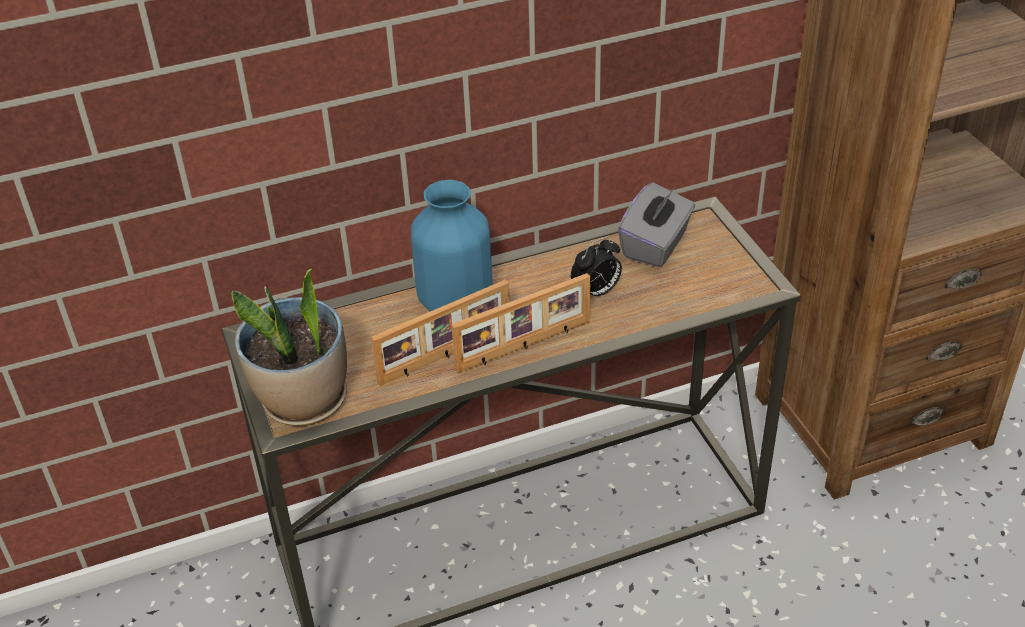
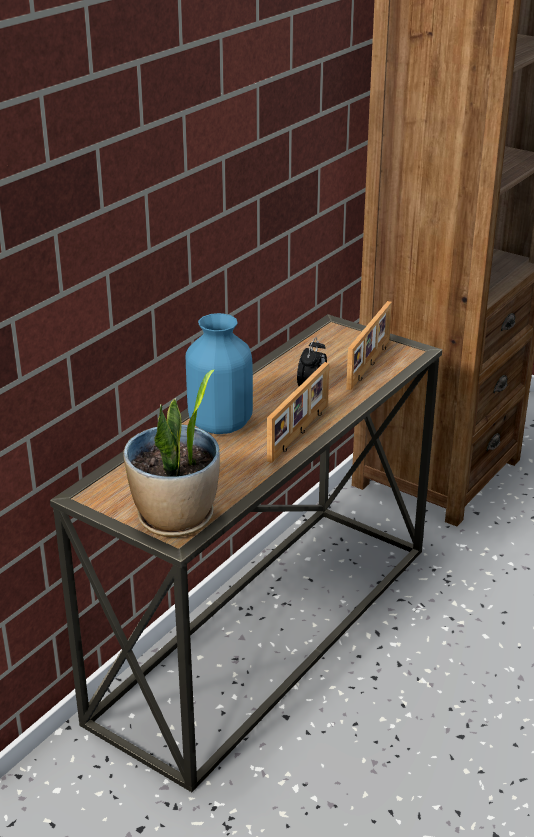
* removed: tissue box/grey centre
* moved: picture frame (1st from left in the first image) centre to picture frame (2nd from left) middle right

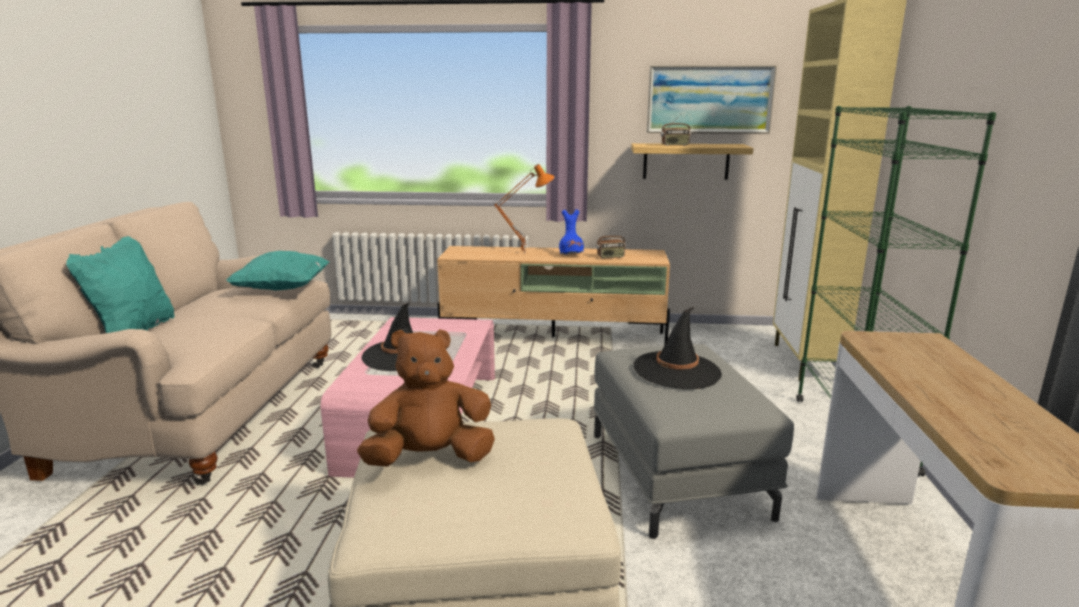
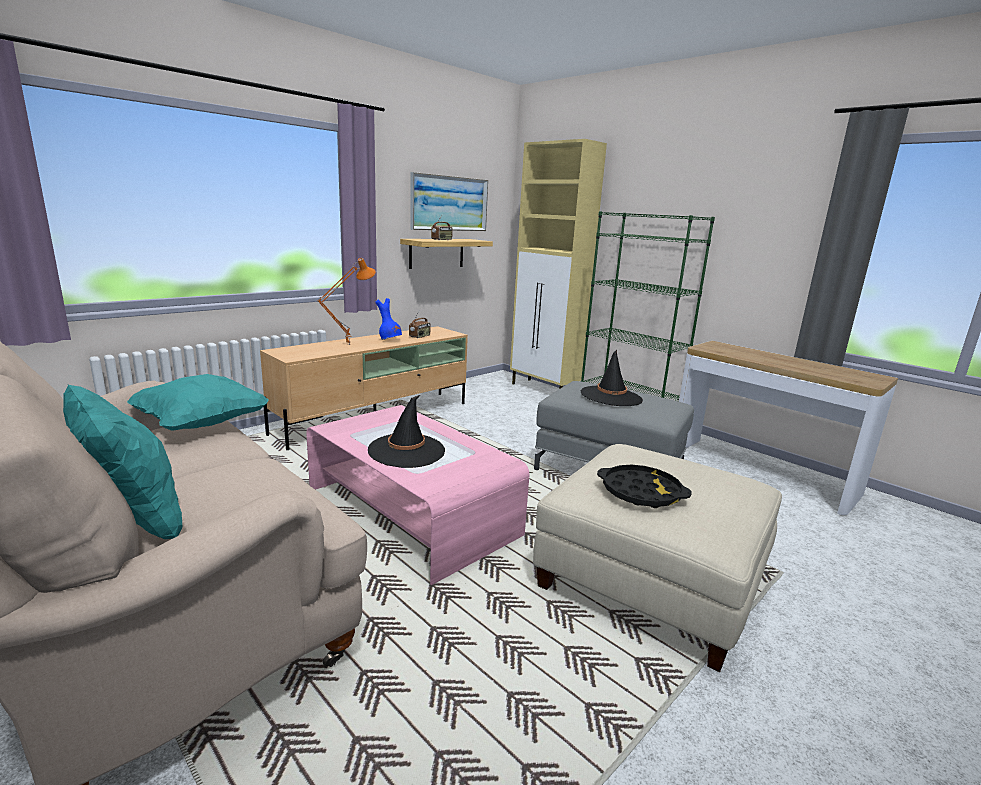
* replaced: plush toy/brown centre to tray/black centre

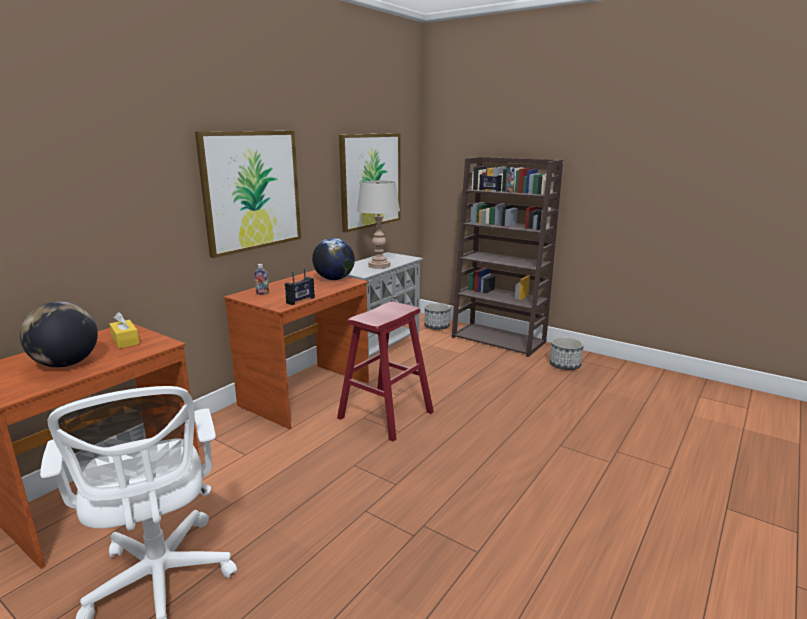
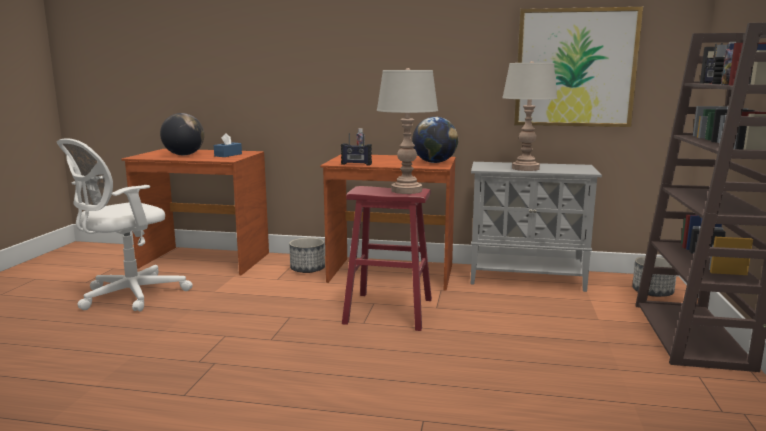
* removed: picture (1st from left) top left
* recoloured: tissue box/yellow middle left to tissue box/blue middle left
* moved: planter (2nd from left in the first image) middle right to planter (1st from left) centre
* added: table lamp/grey (1st from left) top centre

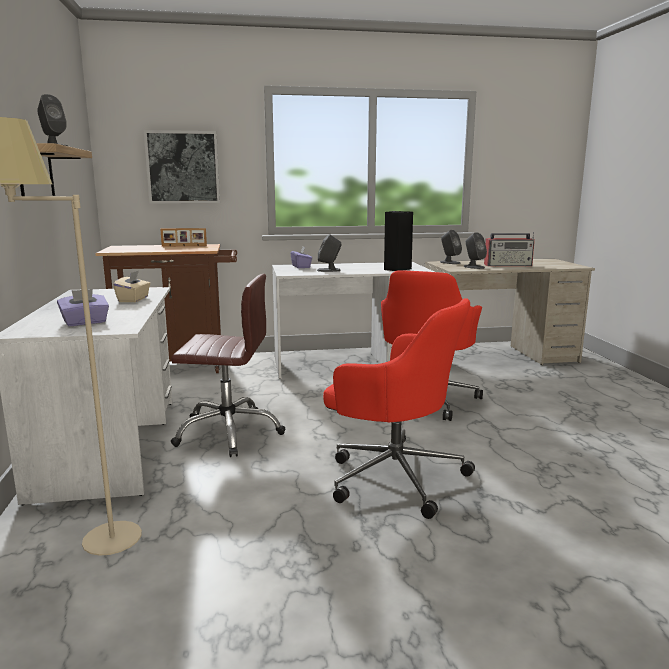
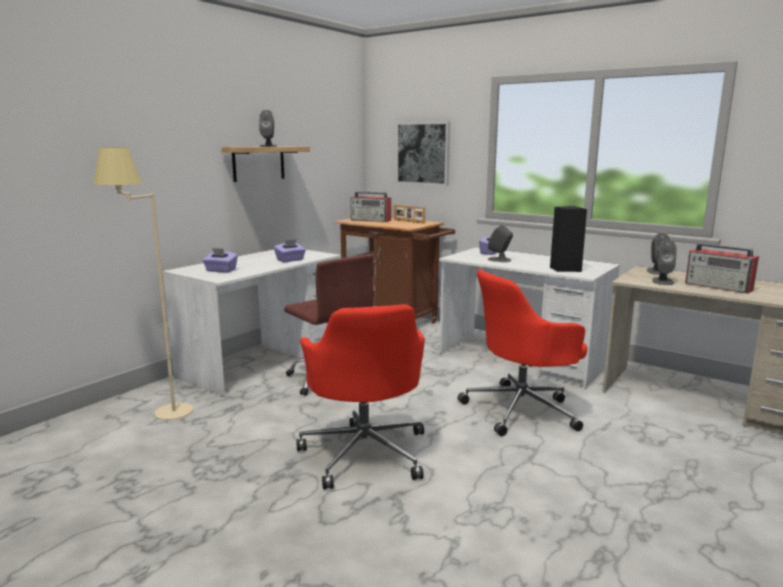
* recoloured: tissue box/beige middle left to tissue box/purple (2nd from left) centre
* added: radio (1st from left) centre

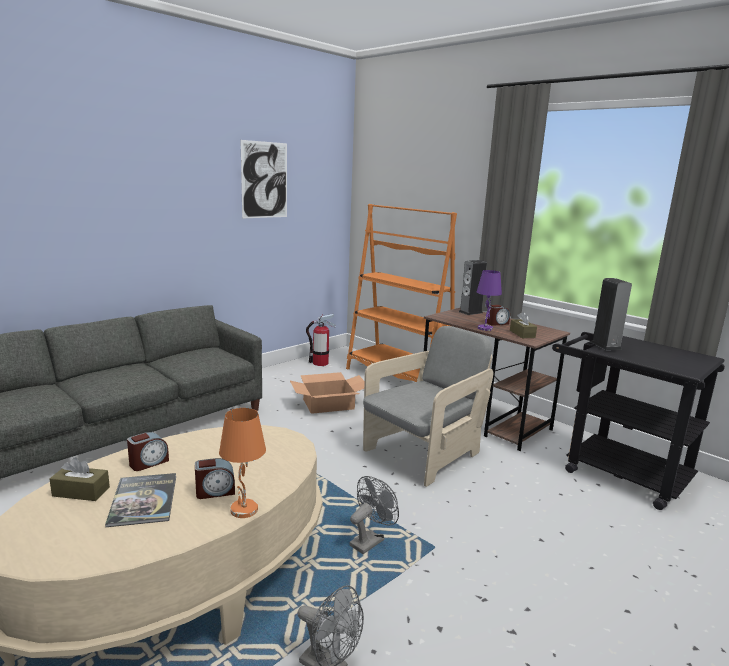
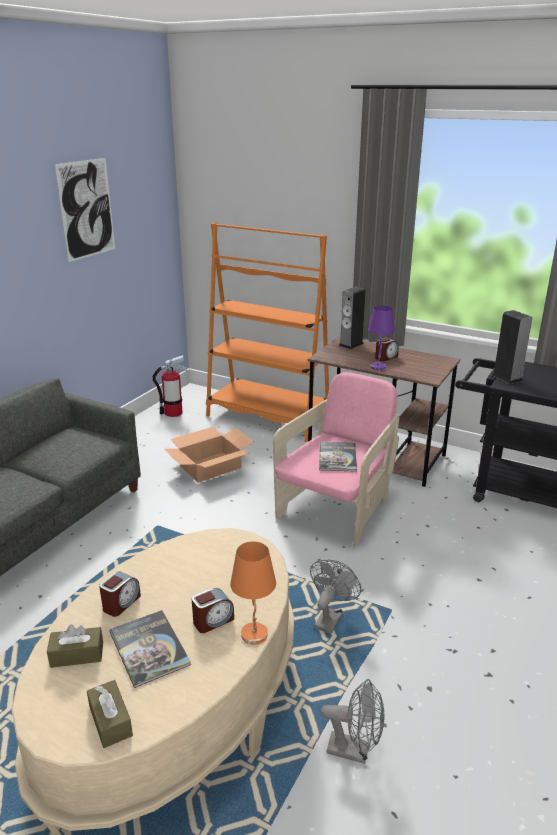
* moved: tissue box/brown (2nd from left) middle right to bottom left
* recoloured: armchair/grey centre to armchair/pink centre
* added: book (2nd from left) centre

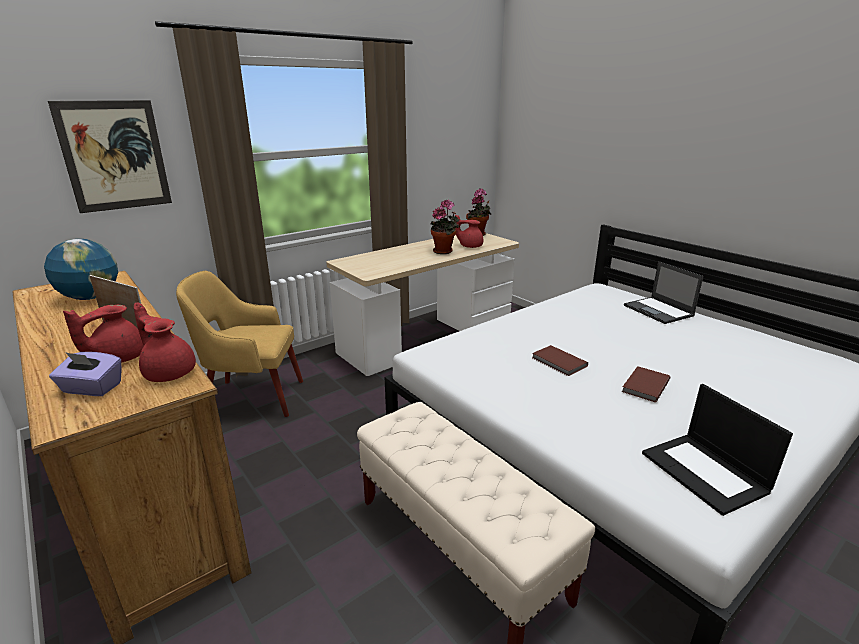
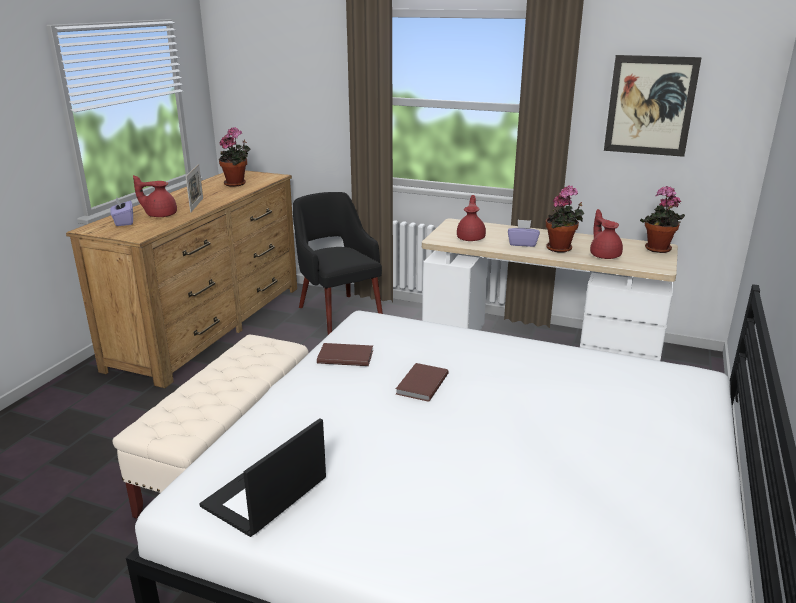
* moved: picture top left to top right
* replaced: globe middle left to potted plant (1st from left) top left
* removed: laptop (1st from left) middle right
* recoloured: armchair/yellow middle left to armchair/black centre
* moved: teapot/red (2nd from left) middle left to centre
* moved: book/brown (2nd from left in the first image) middle right to book/brown (1st from left) centre
* added: tissue box/purple (2nd from left) centre

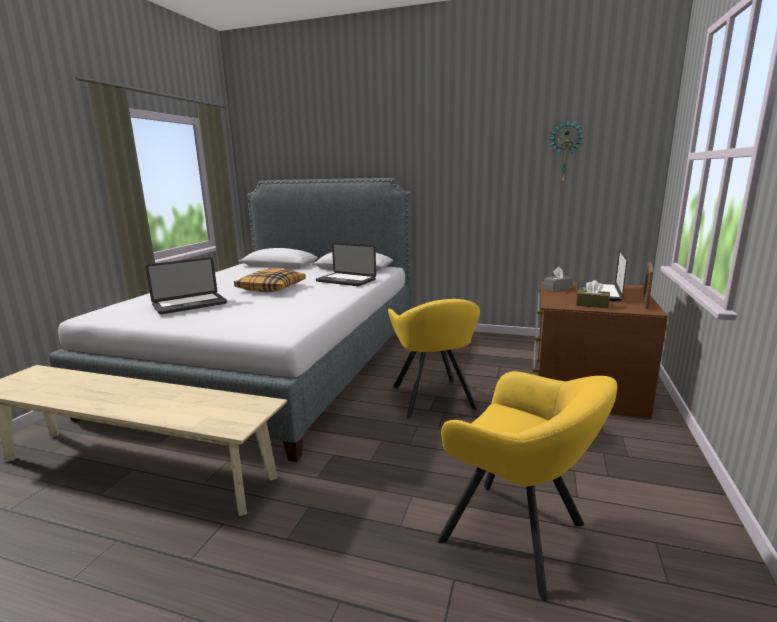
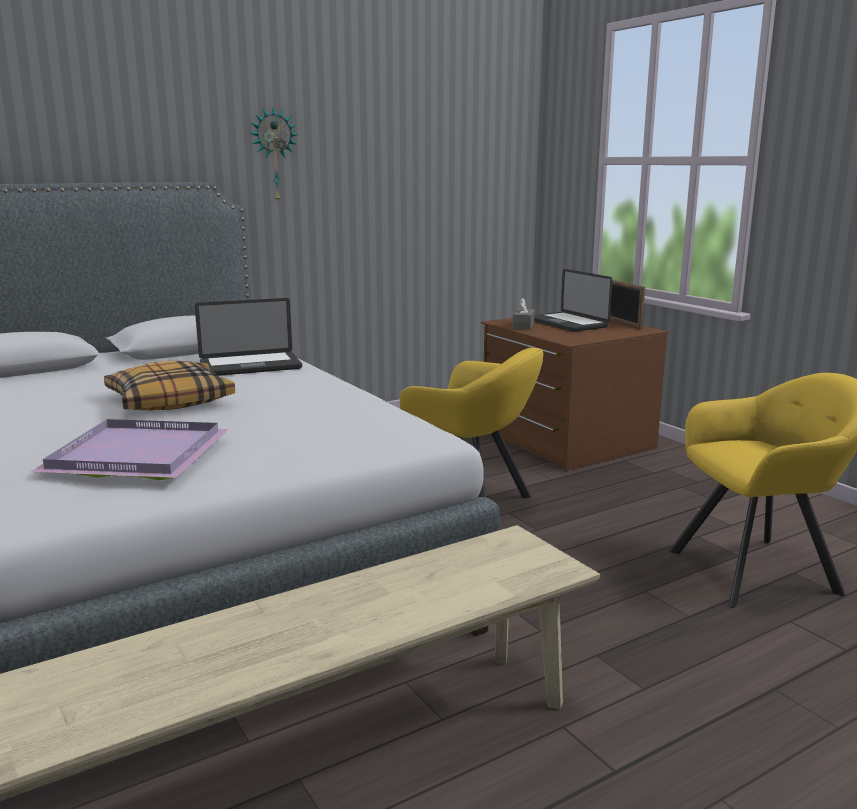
* moved: wall clock top right to top left
* replaced: laptop (1st from left) middle left to tray/purple middle left
* removed: tissue box/brown middle right

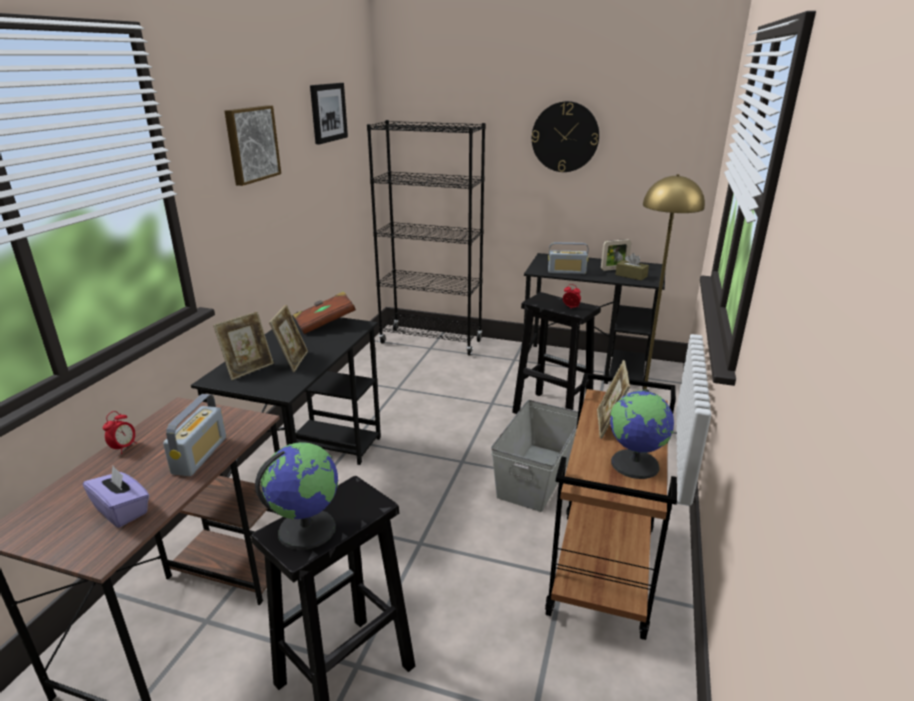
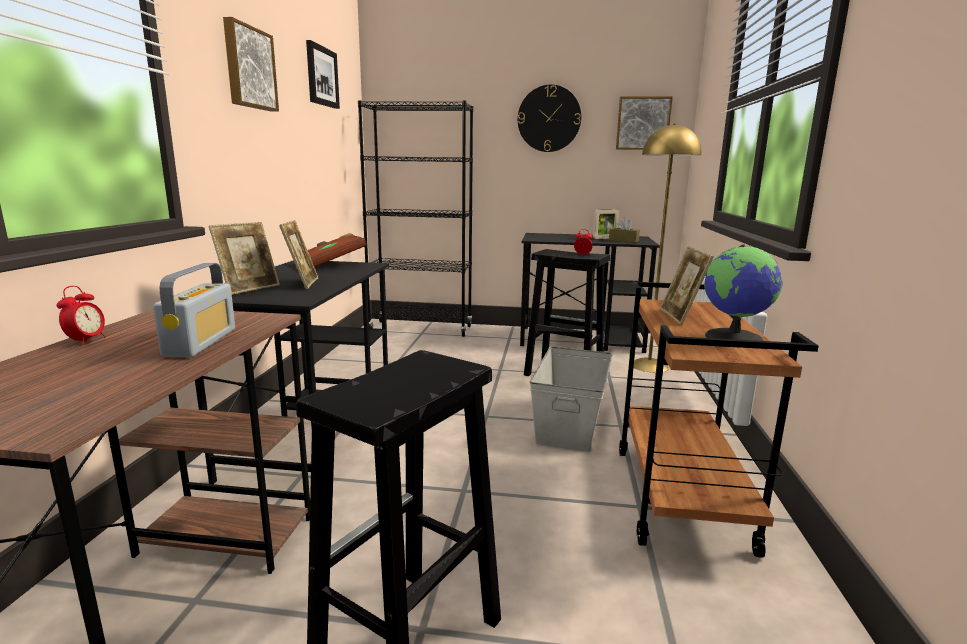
* removed: radio (2nd from left) centre
* removed: globe (1st from left) bottom left
* removed: tissue box/purple bottom left
* added: picture (3rd from left) top centre

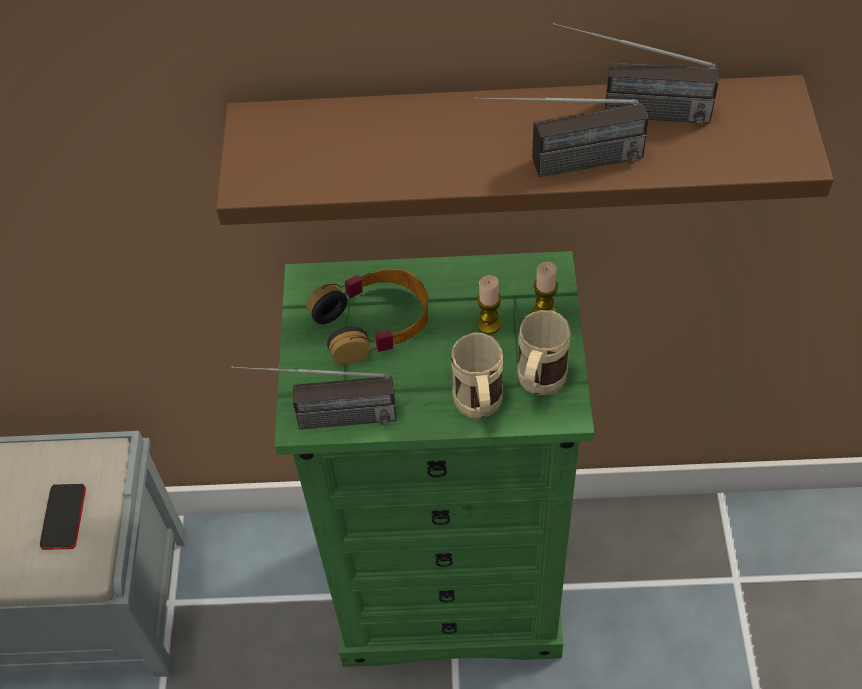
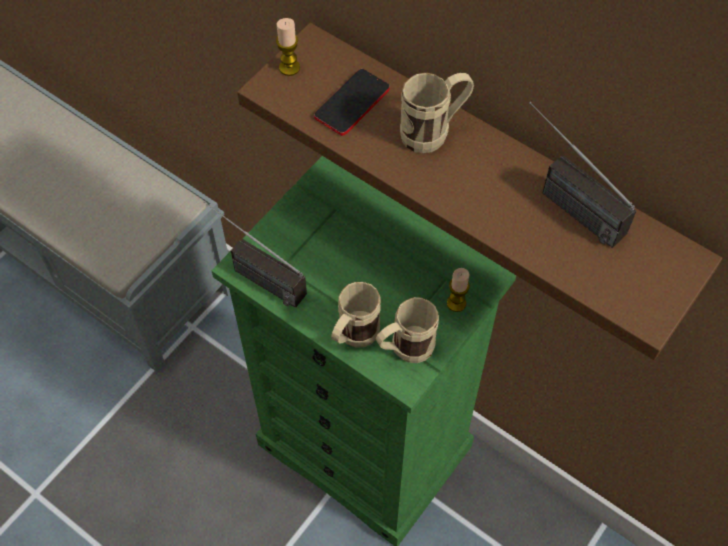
* removed: radio (2nd from left) top centre
* removed: headphones centre
* moved: candle (1st from left) centre to top centre
* moved: phone bottom left to top centre
* added: mug/beige (3rd from left) top centre

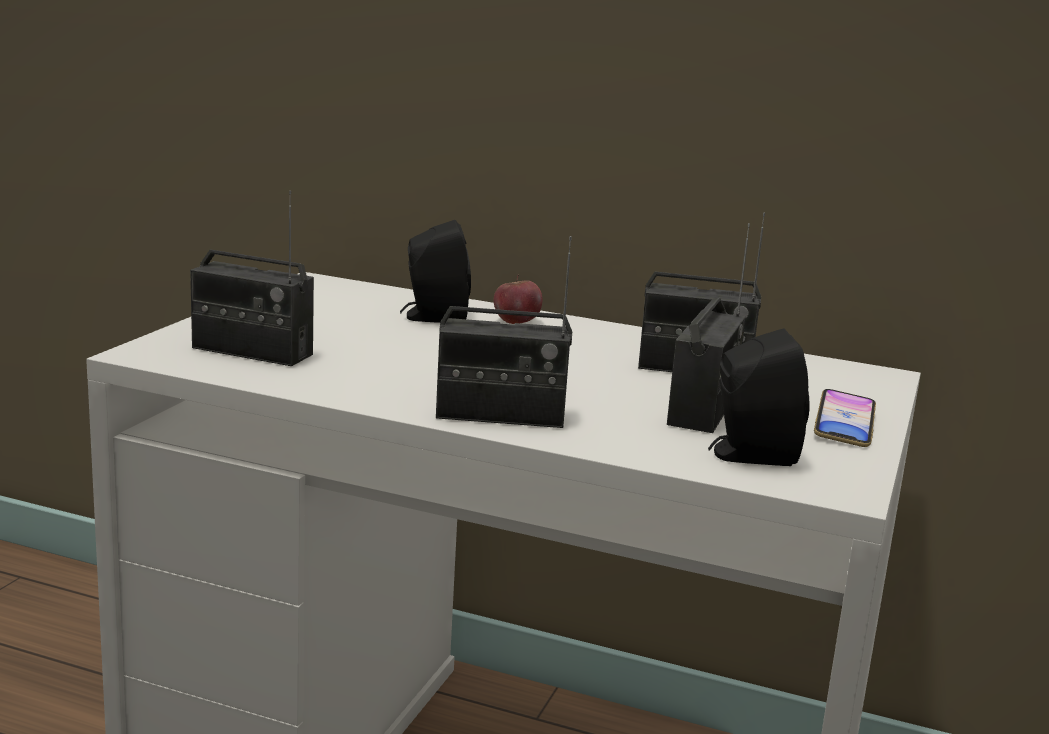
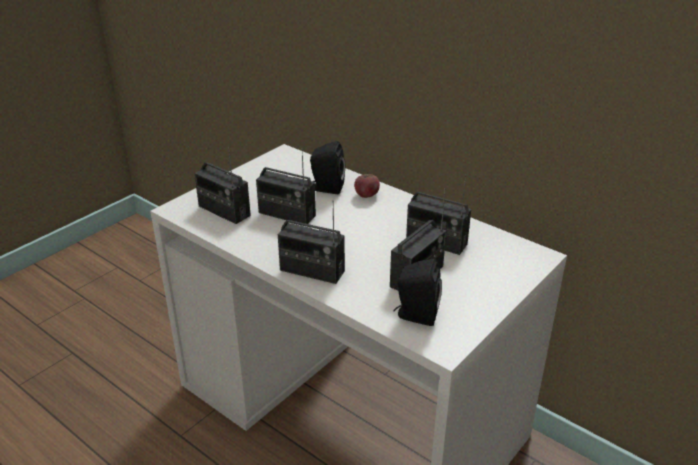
* removed: phone middle right
* added: radio (2nd from left) centre

